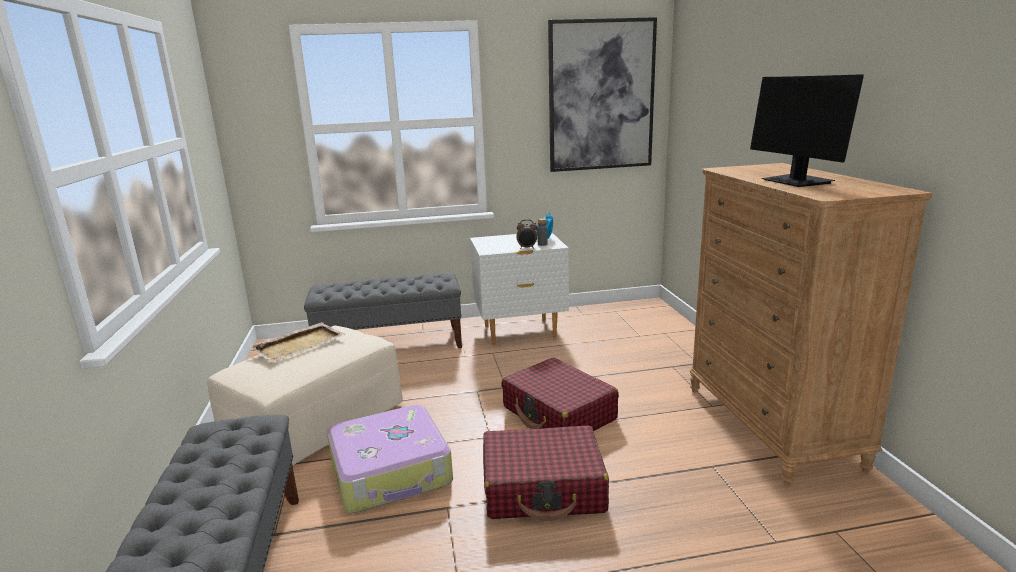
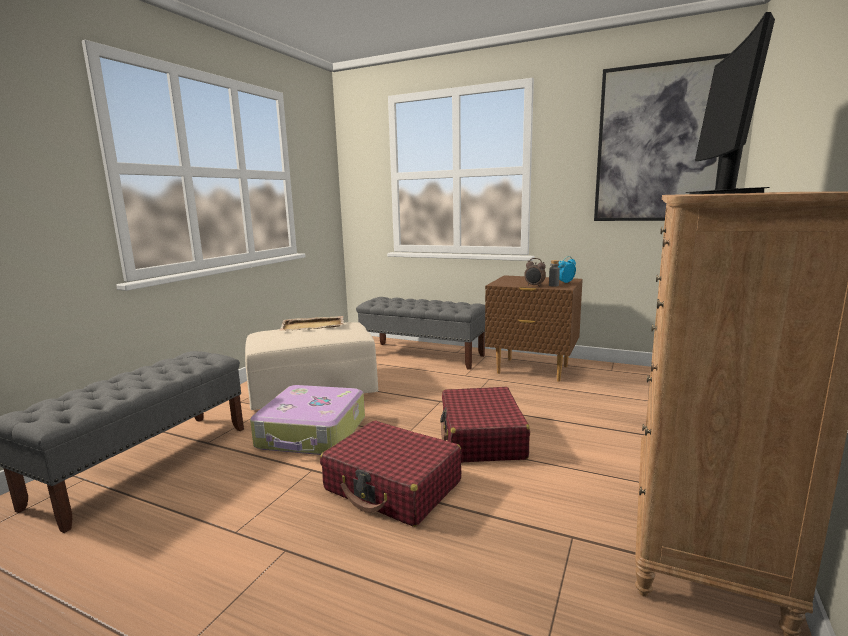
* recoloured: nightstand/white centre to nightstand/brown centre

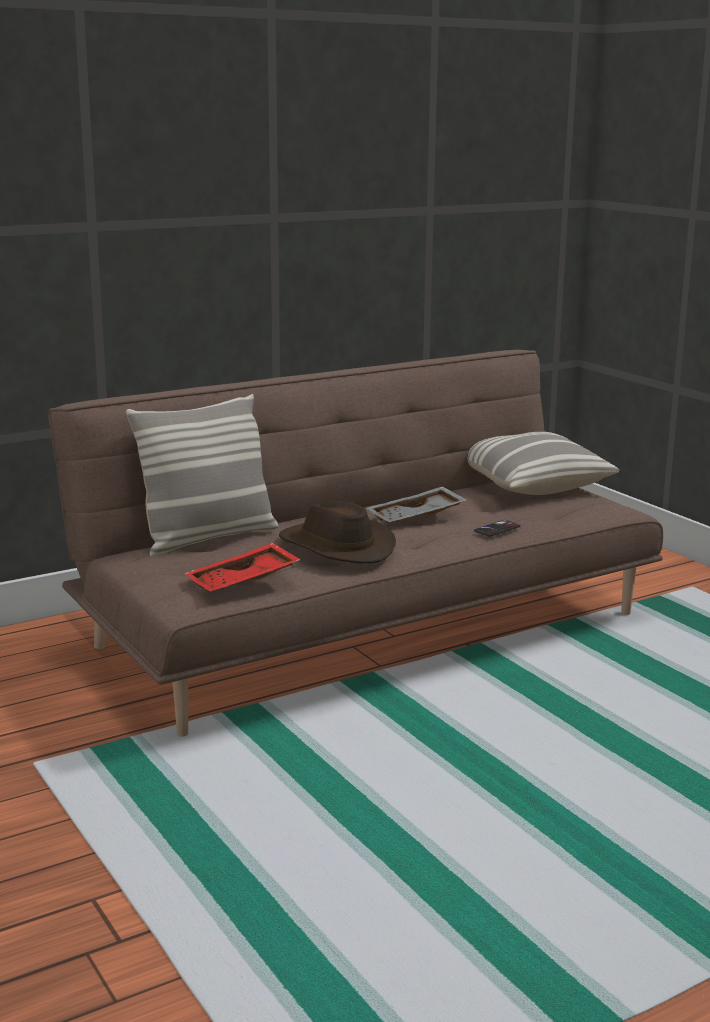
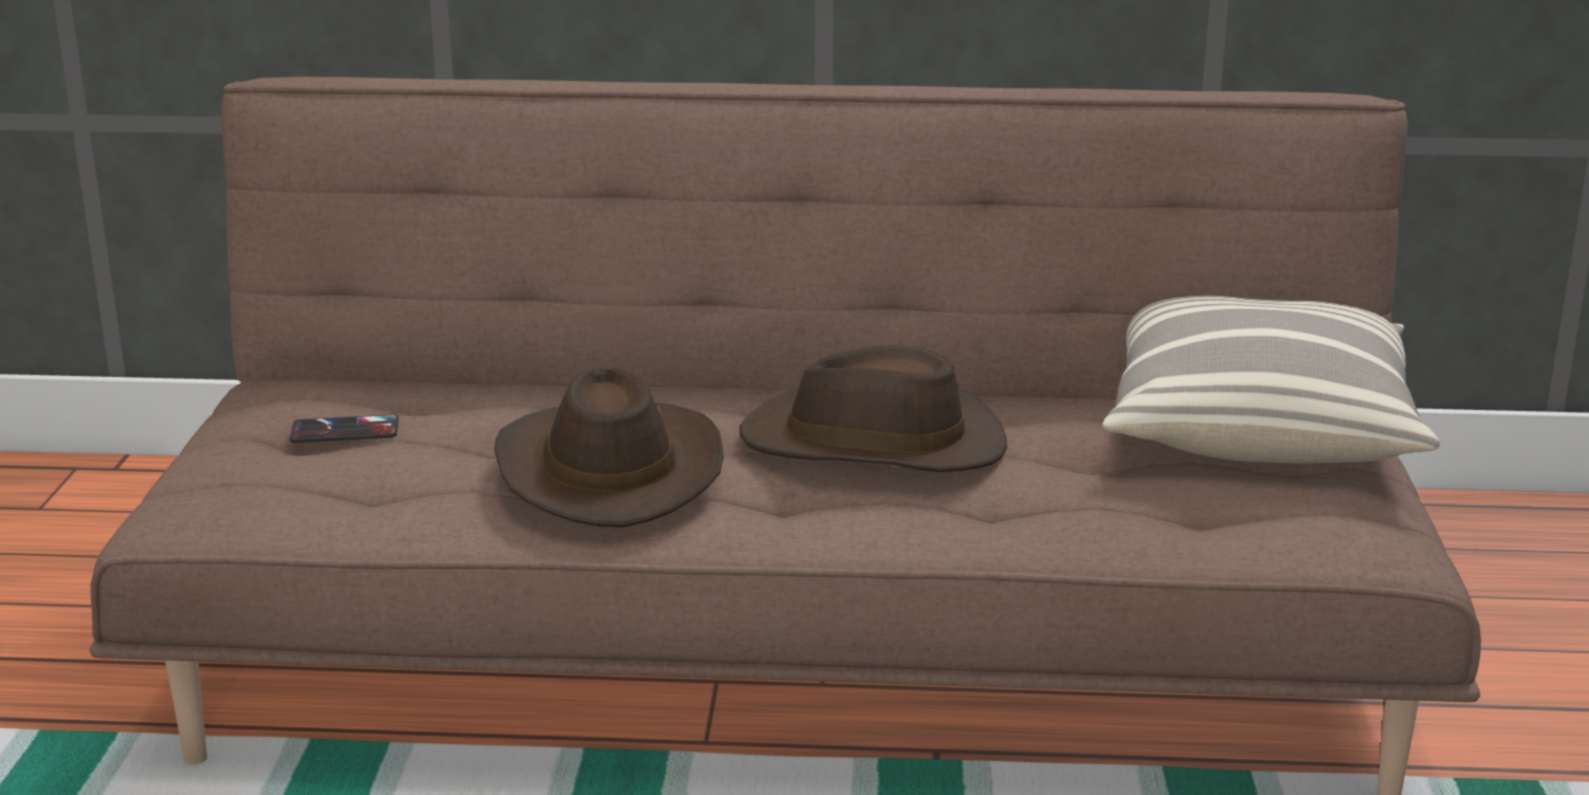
* removed: pillow (1st from left) middle left
* replaced: tray/grey centre to hat/brown (2nd from left) centre
* moved: phone middle right to middle left
* removed: tray/red centre

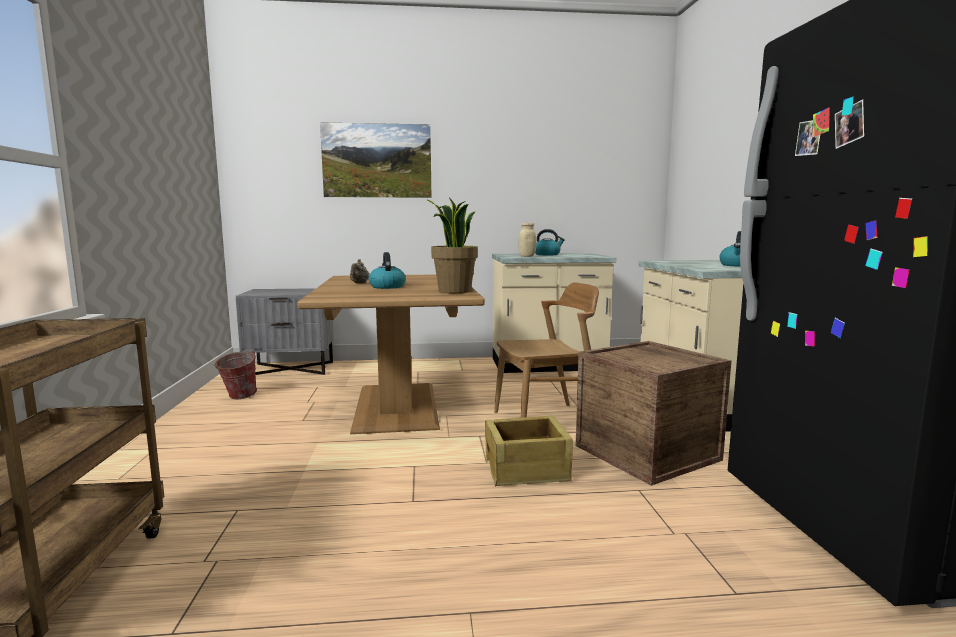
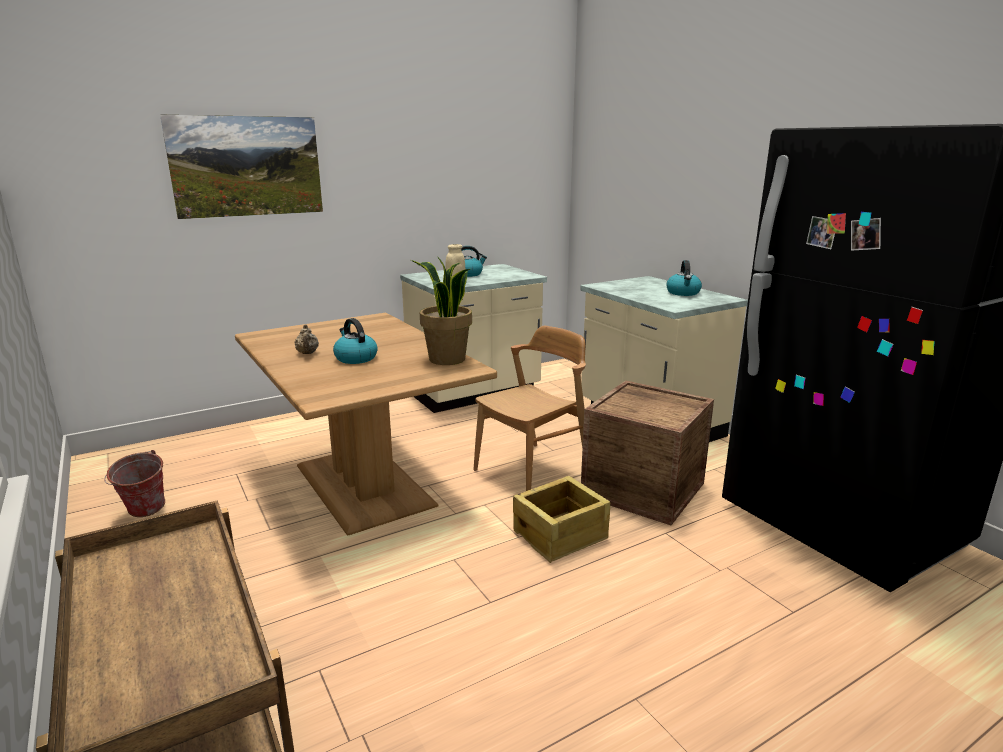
* removed: nightstand/grey middle left

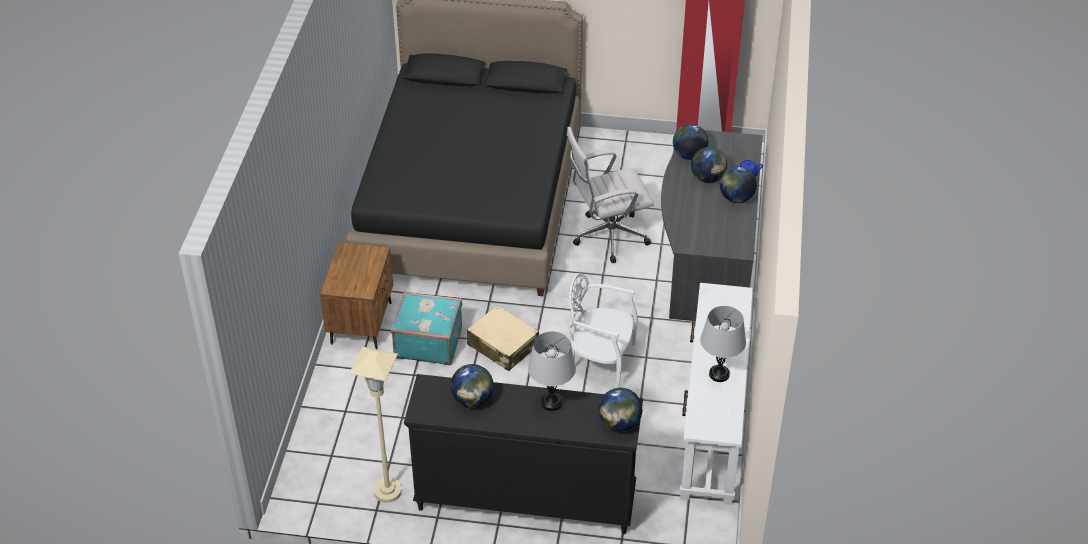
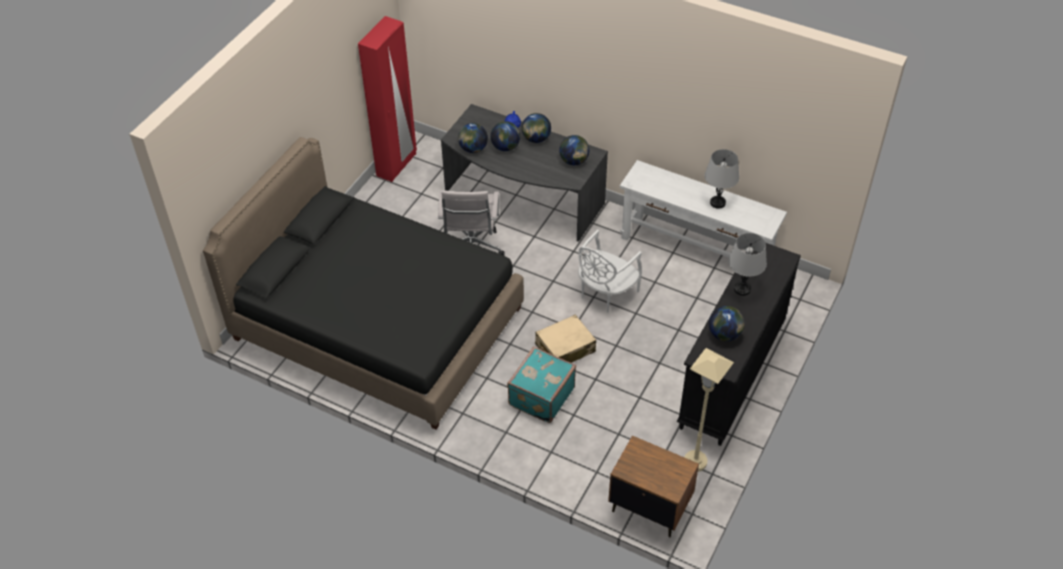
* moved: nightstand/brown middle left to bottom centre
* moved: globe (2nd from left in the first image) bottom centre to globe (4th from left) top centre

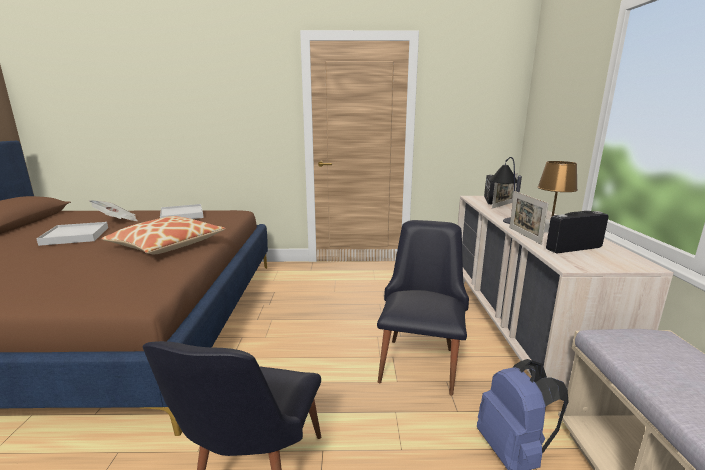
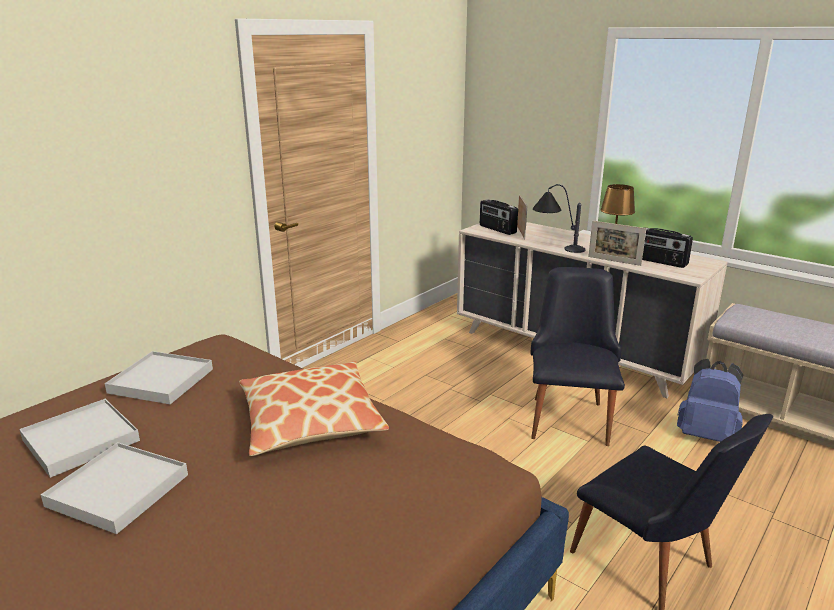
* replaced: newspaper middle left to tray/white (1st from left) bottom left
* turned: radio (2nd from left) middle right = middle right 75 degrees counterclockwise
* turned: chair/black (2nd from left in the first image) centre = middle right 45 degrees clockwise

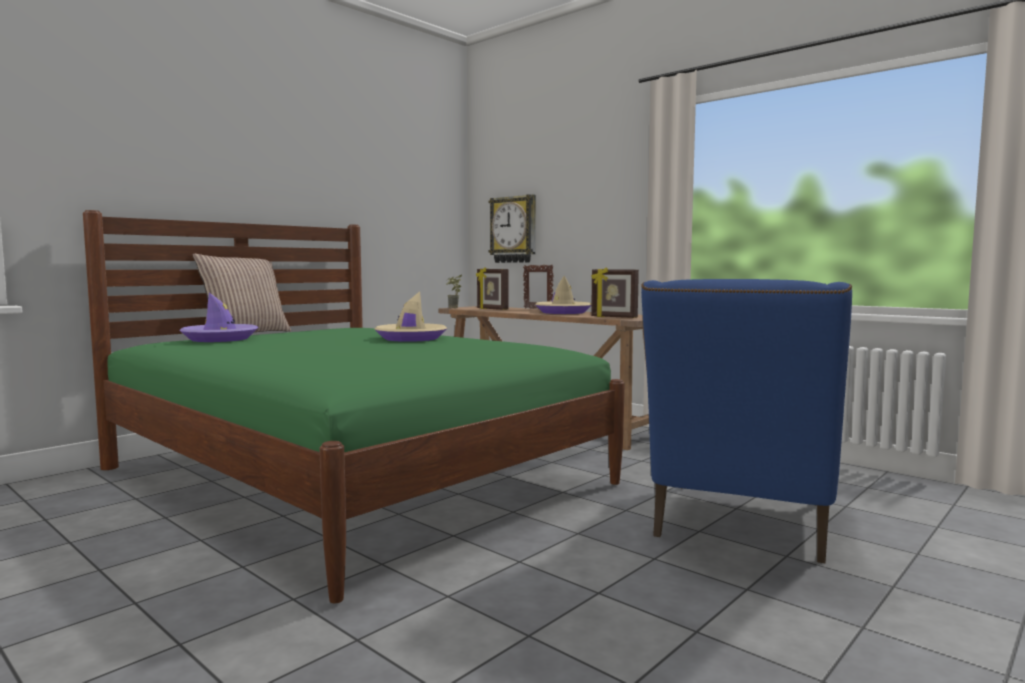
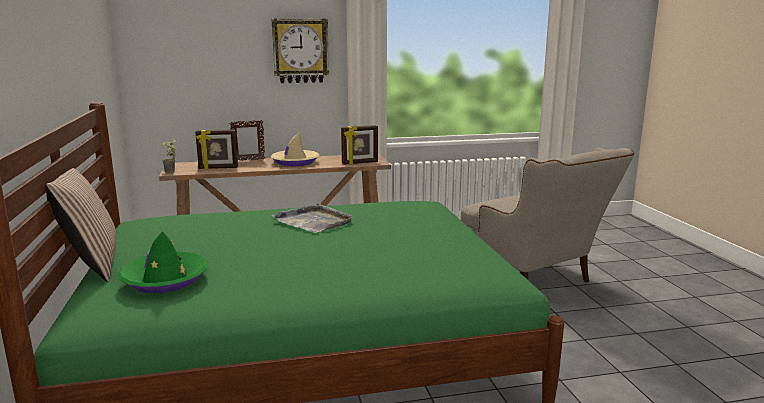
* moved: wall clock centre to top centre
* recoloured: armchair/blue middle right to armchair/beige middle right
* replaced: hat/beige (1st from left) centre to tray/grey centre
* recoloured: hat/purple middle left to hat/green middle left

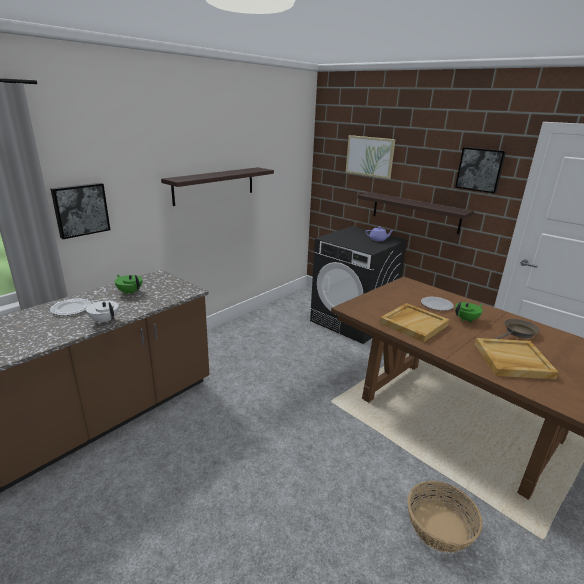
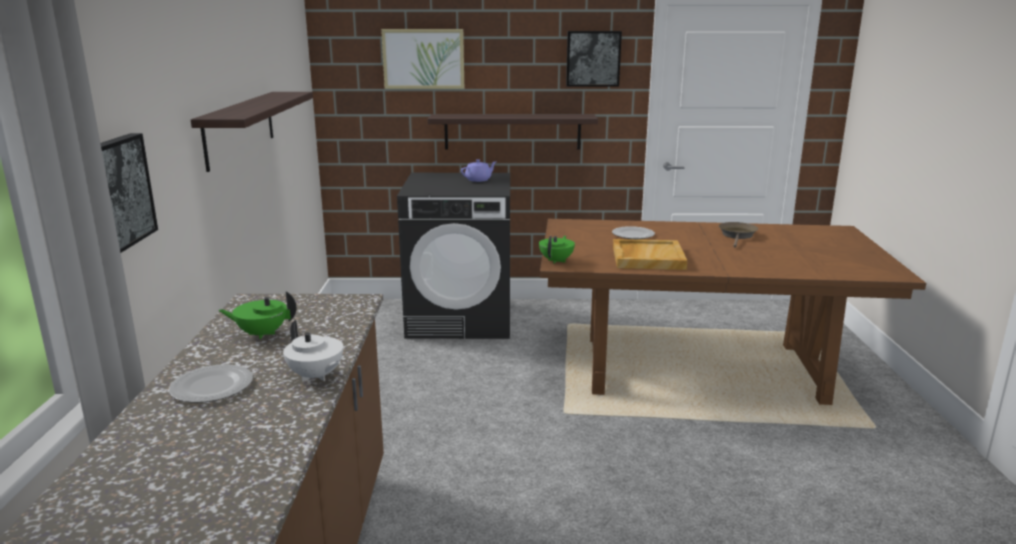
* turned: teapot/white middle left = middle left 135 degrees counterclockwise
* moved: teapot/green (2nd from left) middle right to centre
* removed: tray/beige (2nd from left) middle right
* removed: basket bottom right

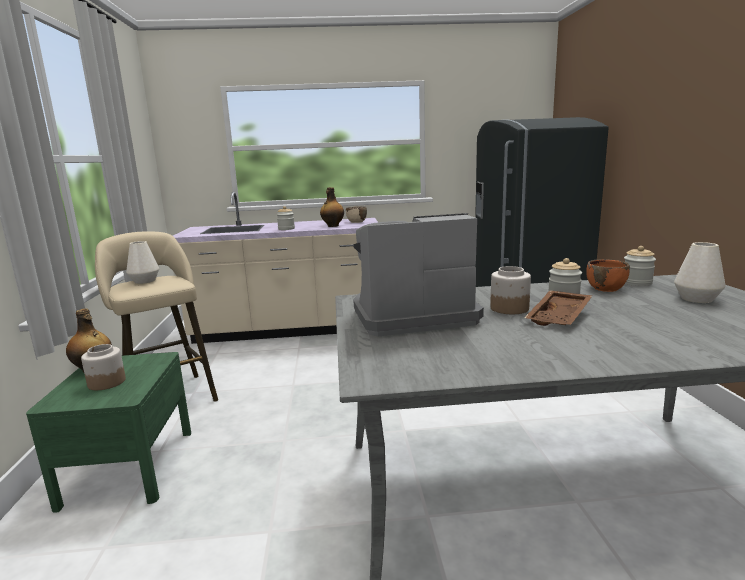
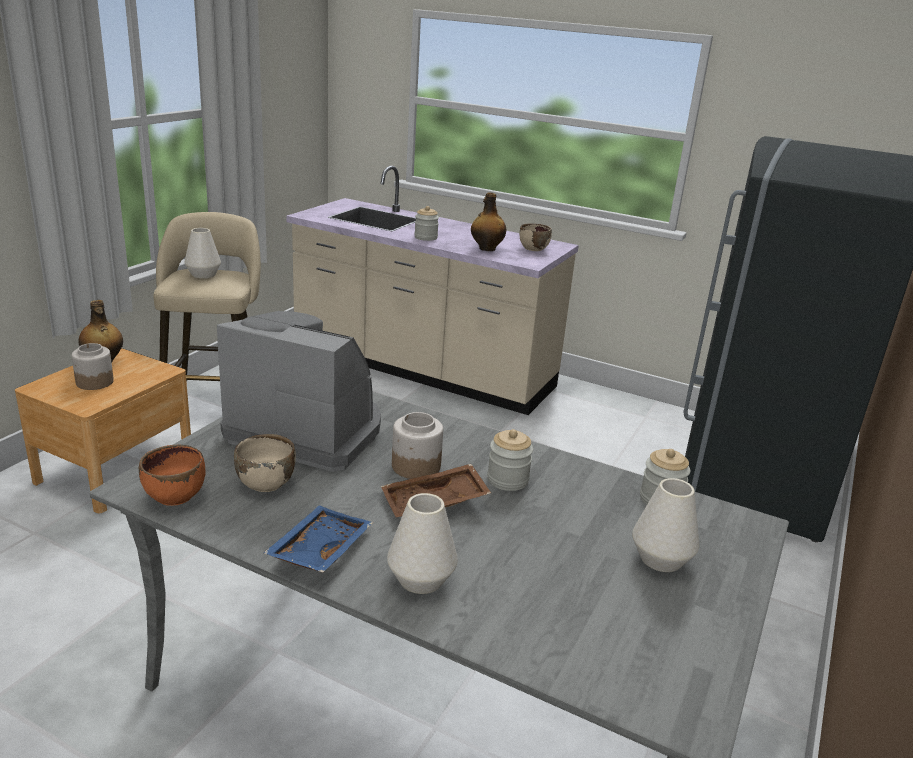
* moved: bowl/orange middle right to middle left
* recoloured: nightstand/green bottom left to nightstand/brown middle left
* added: bowl/beige (1st from left) middle left
* added: vase/white (2nd from left) bottom centre
* added: tray/blue bottom centre

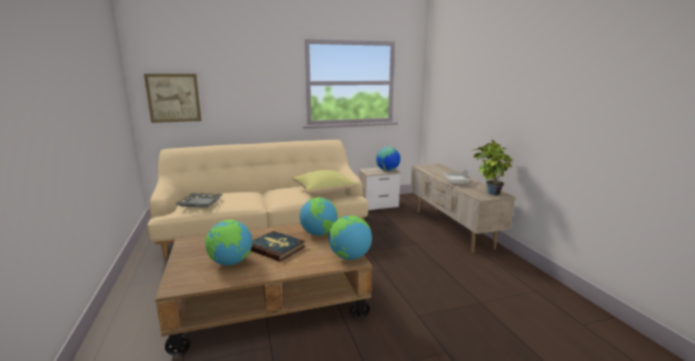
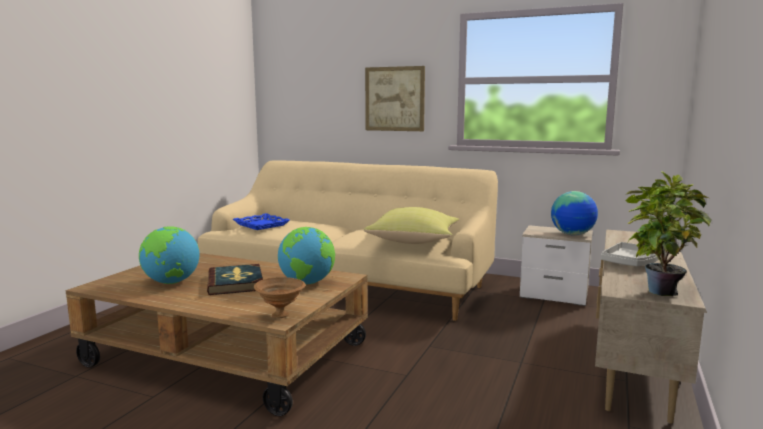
* moved: picture top left to top centre
* recoloured: tray/grey (1st from left) middle left to tray/blue centre
* replaced: globe (3rd from left) centre to bowl/brown bottom centre

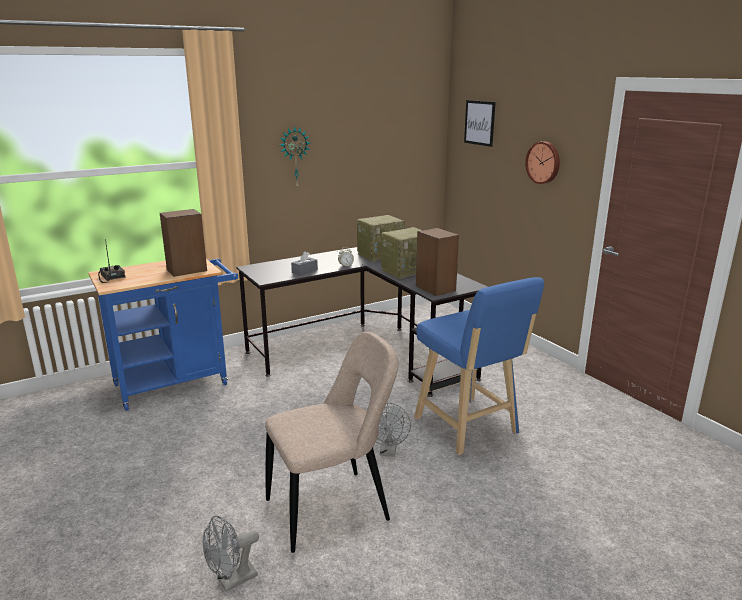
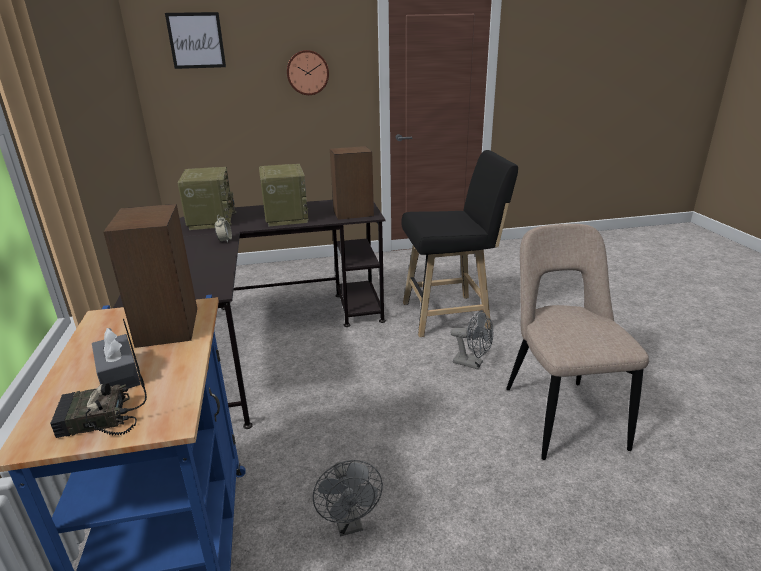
* removed: wall clock (1st from left) top centre
* moved: tissue box/grey centre to middle left
* recoloured: stool/blue centre to stool/black centre
* moved: fan/grey (1st from left) bottom left to bottom centre

